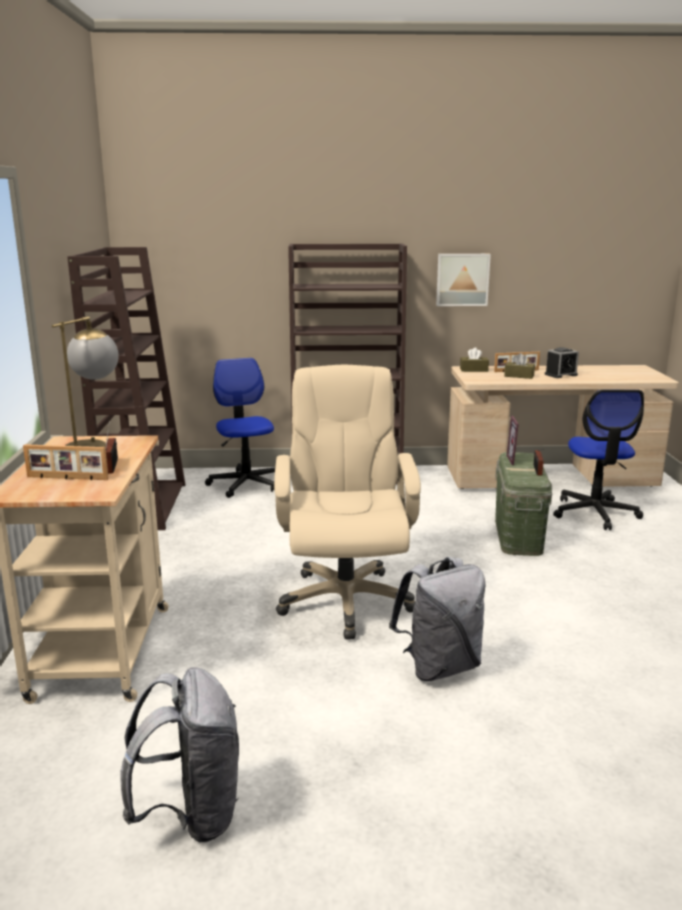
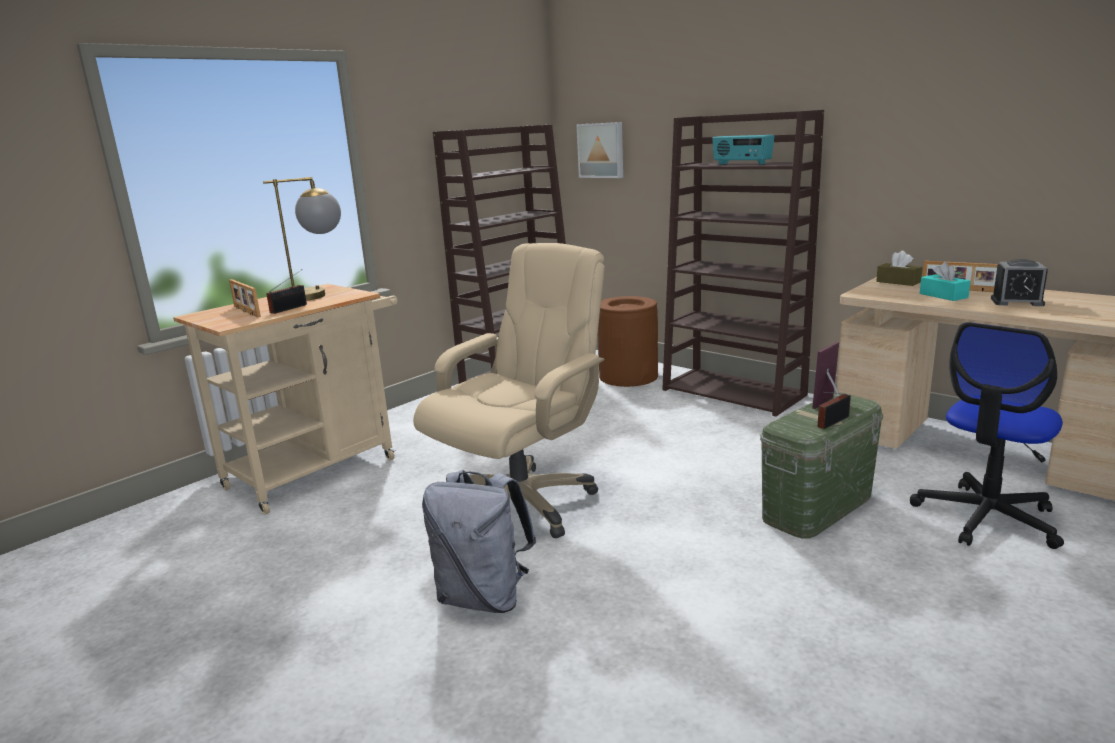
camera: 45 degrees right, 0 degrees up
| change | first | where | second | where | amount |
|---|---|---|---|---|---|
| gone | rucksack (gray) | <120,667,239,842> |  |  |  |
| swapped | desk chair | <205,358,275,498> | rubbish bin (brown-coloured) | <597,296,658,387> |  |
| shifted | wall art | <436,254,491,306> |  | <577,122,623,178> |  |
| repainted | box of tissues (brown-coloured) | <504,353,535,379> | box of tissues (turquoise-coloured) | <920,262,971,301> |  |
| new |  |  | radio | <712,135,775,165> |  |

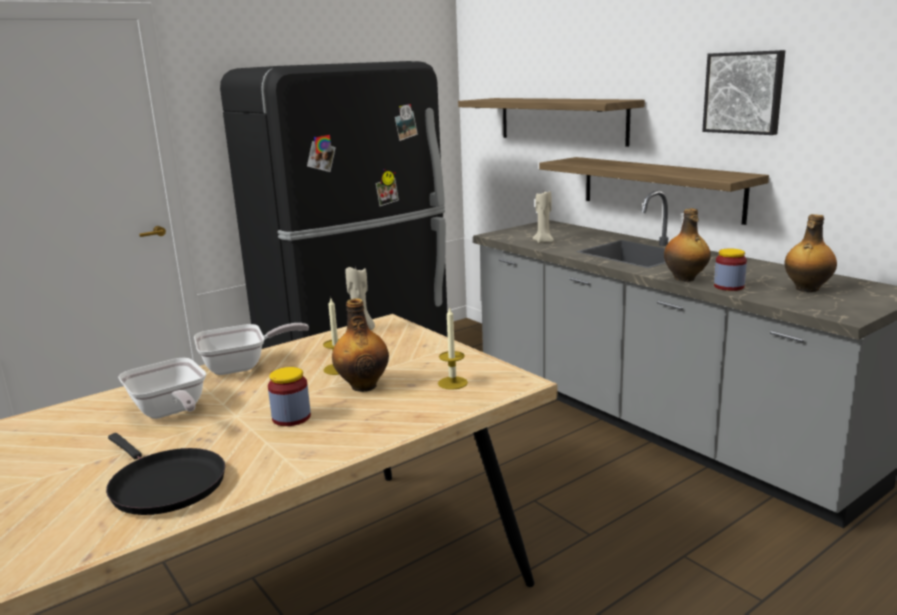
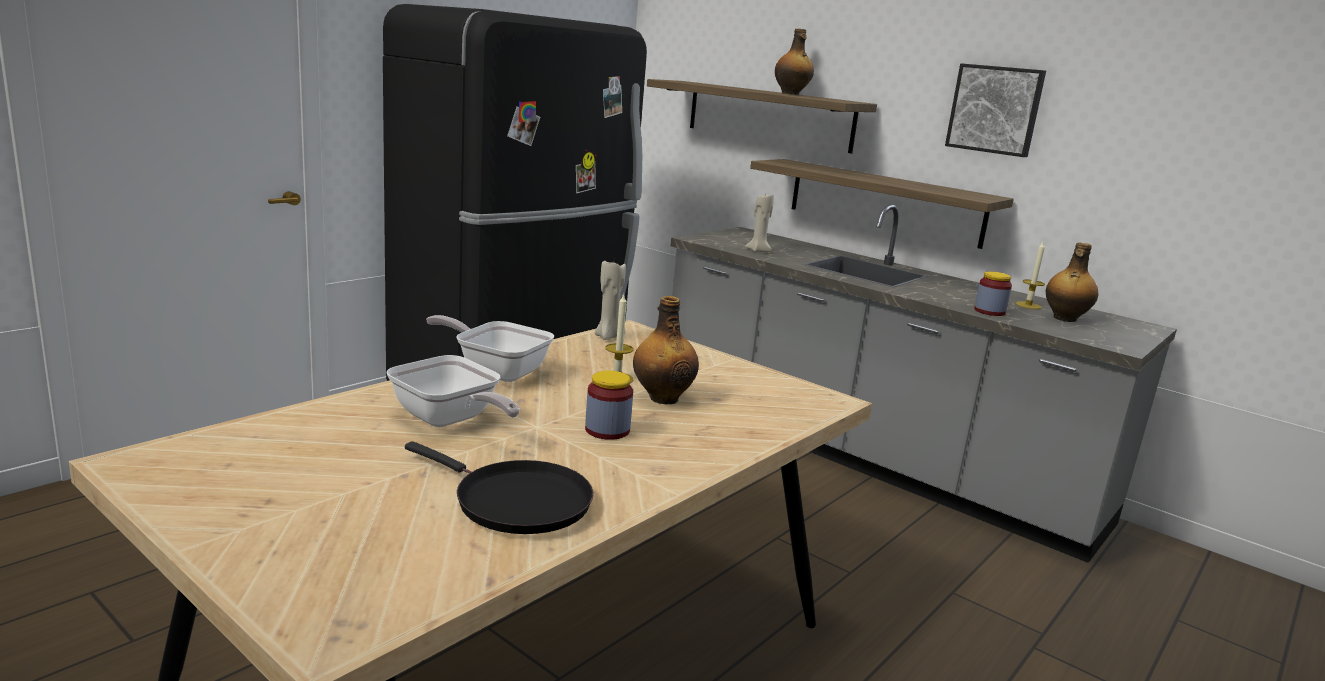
camera: 15 degrees left, 0 degrees up
| change | first | where | second | where | amount |
|---|---|---|---|---|---|
| rotated | skillet | <194,323,309,375> |  | <426,315,554,382> | 120 degrees counterclockwise |
| shifted | wax light | <438,306,468,390> |  | <1016,242,1045,309> |  |
| shifted | bottle | <664,209,711,282> |  | <775,28,814,95> |  |

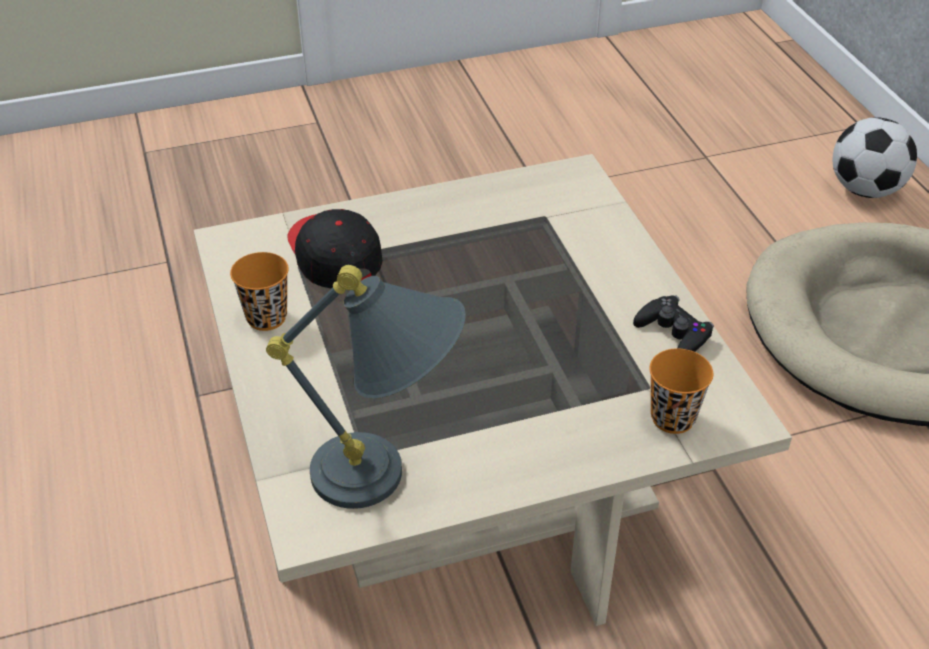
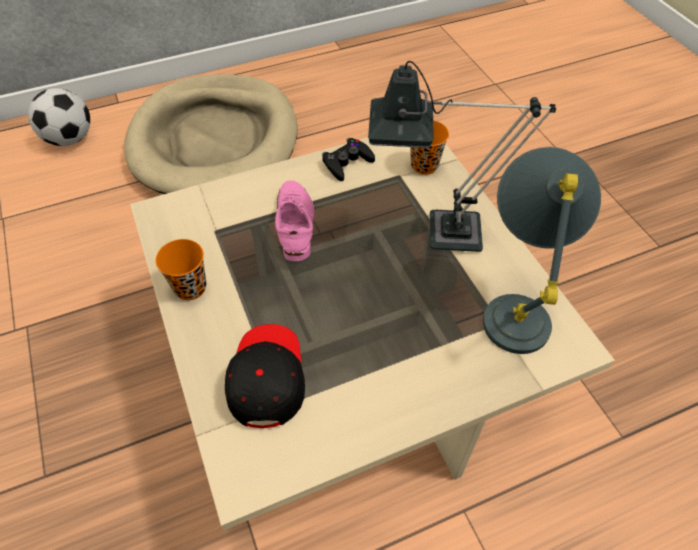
camera: 95 degrees left, 10 degrees up
| change | first | where | second | where | amount |
|---|---|---|---|---|---|
| shifted | small cup (orange-coloured) | <230,252,289,331> |  | <156,239,206,300> |  |
| rotated | peaked cap (blackish) | <287,209,383,289> |  | <225,324,305,428> | 120 degrees clockwise |
| new |  |  | item of footwear (pink-coloured) | <275,180,315,261> |  |
| new |  |  | tabletop lamp | <368,61,556,252> |  |

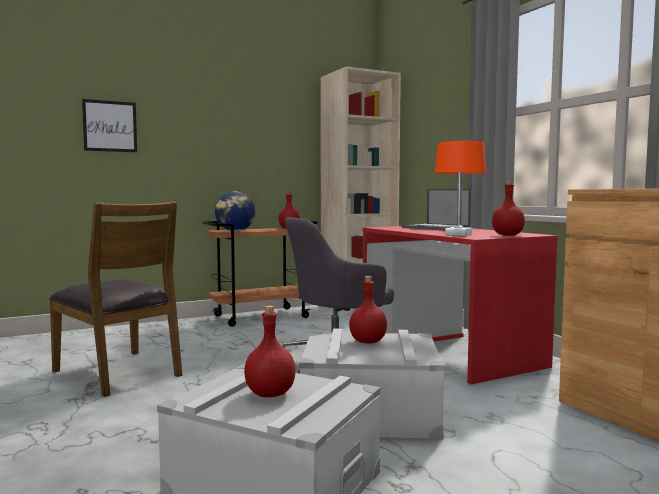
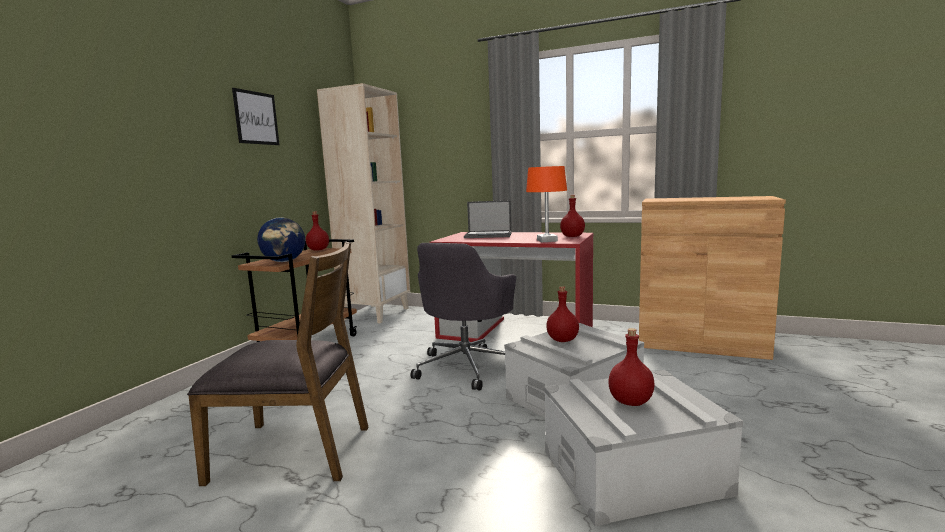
camera: 40 degrees left, 5 degrees up
| change | first | where | second | where | amount |
|---|---|---|---|---|---|
| shifted | wall art | <82,99,137,152> |  | <232,88,279,145> |  |

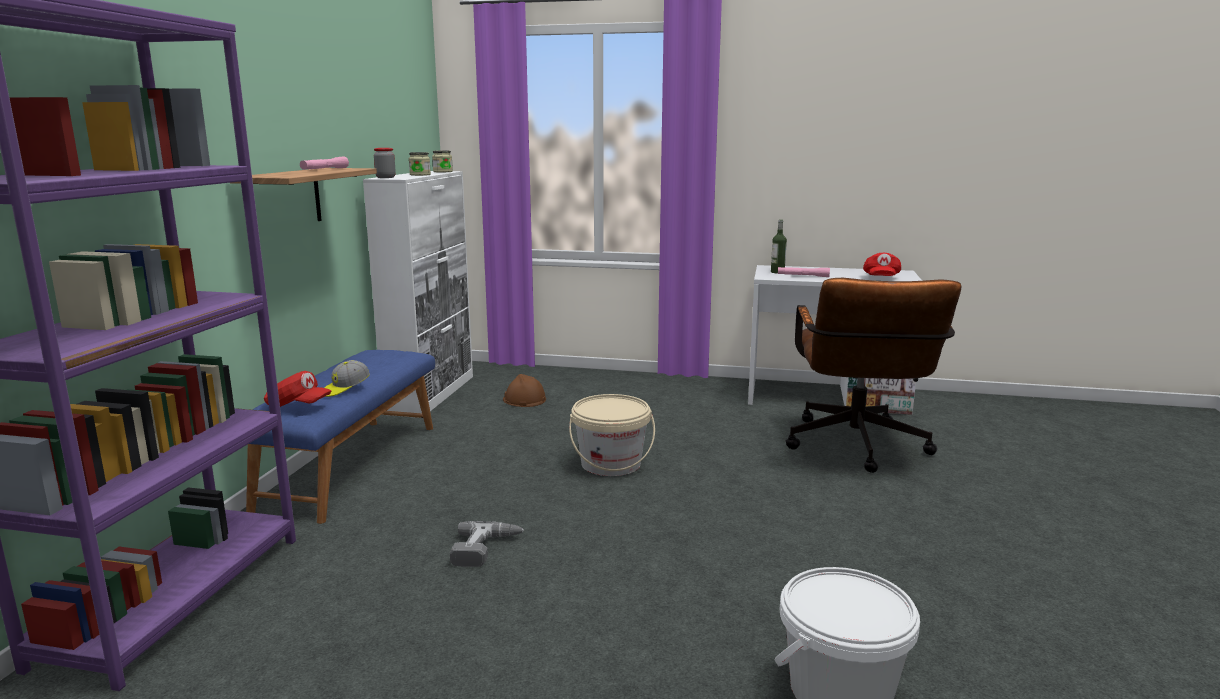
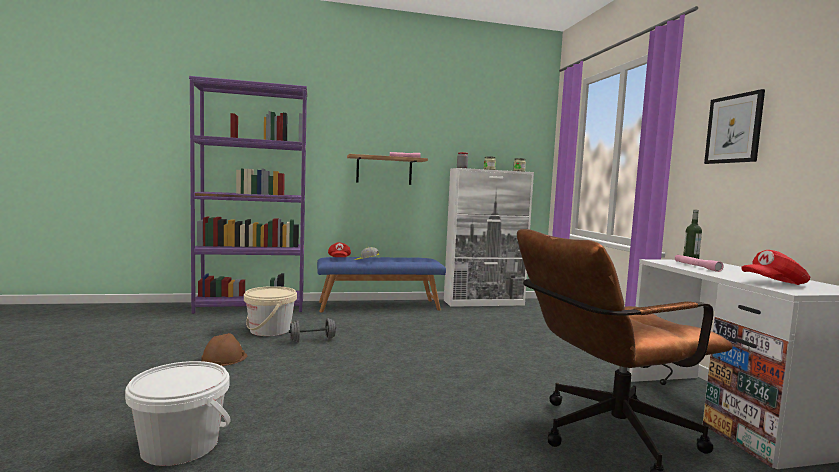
camera: 65 degrees right, 10 degrees down
| change | first | where | second | where | amount |
|---|---|---|---|---|---|
| swapped | power drill | <450,521,524,567> | hand weight (gray) | <289,318,336,342> |  |
| shifted | hard hat (brown-coloured) | <503,374,546,407> |  | <201,333,247,366> |  |
| shifted | pail (beige) | <569,394,655,476> |  | <244,286,297,336> |  |
| new |  |  | wall art | <704,89,765,164> |  |

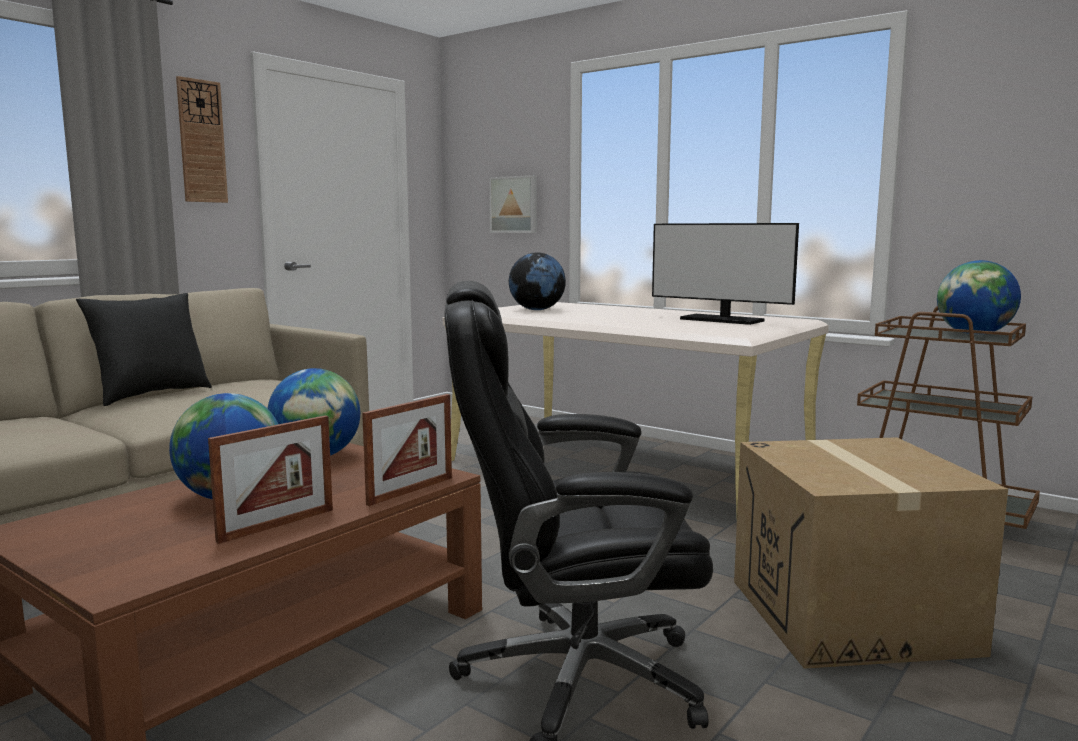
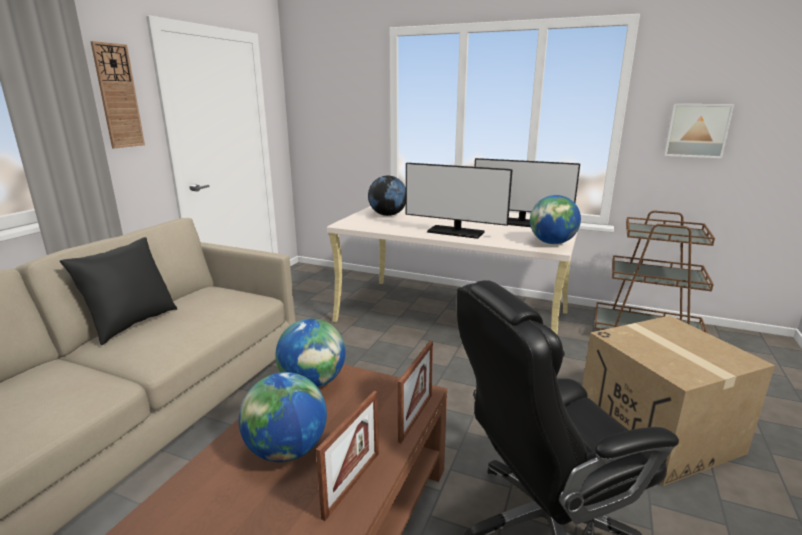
camera: 15 degrees left, 10 degrees up
| change | first | where | second | where | amount |
|---|---|---|---|---|---|
| shifted | wall art | <489,175,537,233> |  | <664,104,734,158> |  |
| shifted | desk globe | <937,260,1021,335> |  | <530,195,581,244> |  |
| new |  |  | computer display | <406,163,513,239> |  |

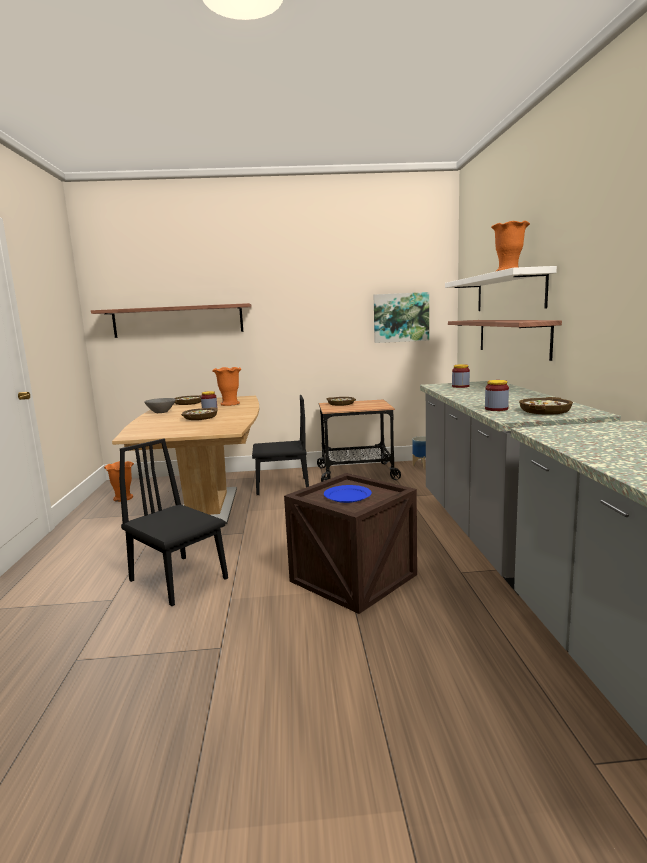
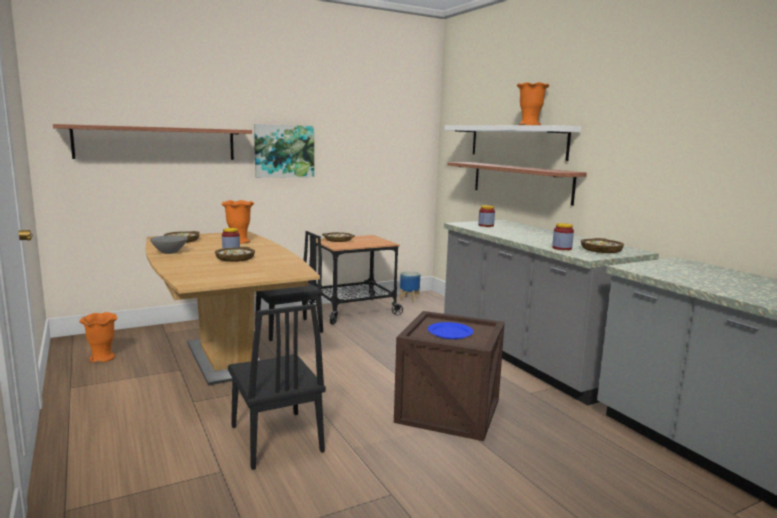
camera: 25 degrees left, 0 degrees up
| change | first | where | second | where | amount |
|---|---|---|---|---|---|
| rotated | plain chair (blackish) | <119,438,228,606> |  | <228,304,326,470> | 135 degrees counterclockwise |
| shifted | wall art | <374,292,429,343> |  | <254,124,314,178> |  |

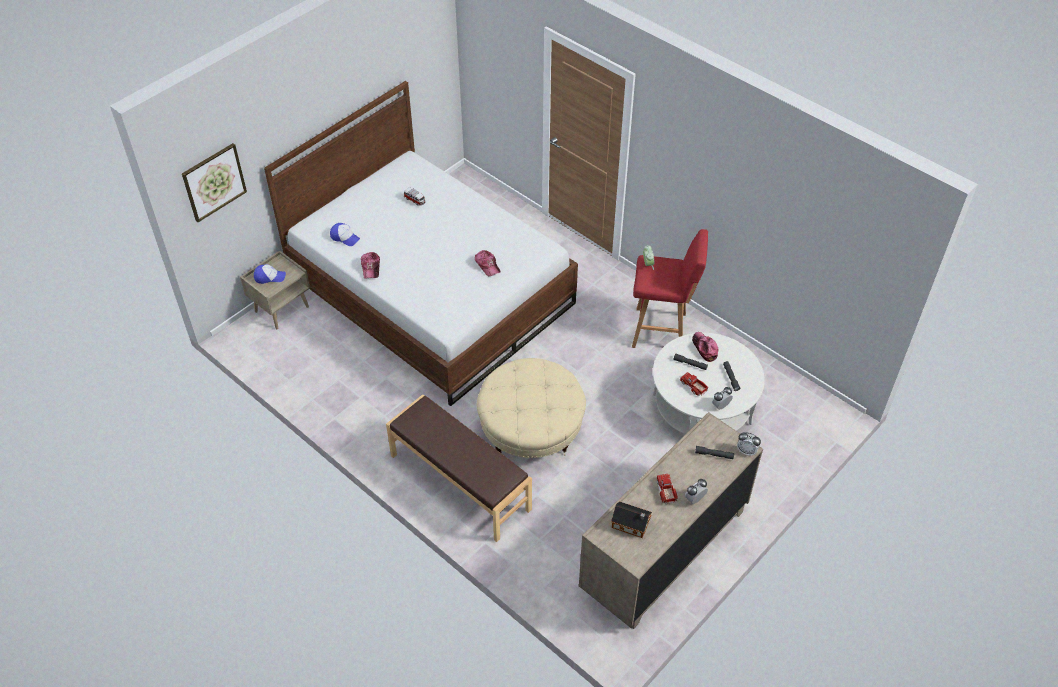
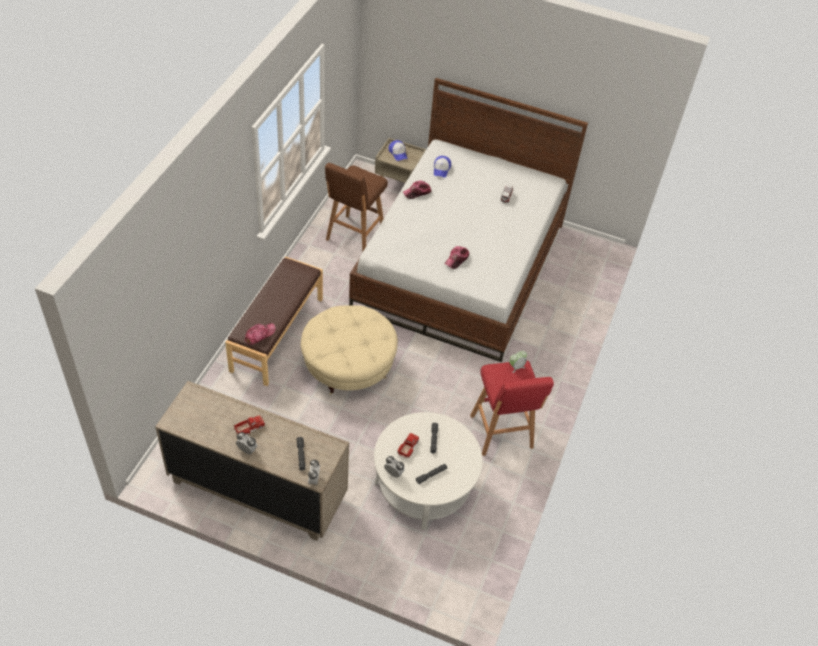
camera: 65 degrees right, 0 degrees up
| change | first | where | second | where | amount |
|---|---|---|---|---|---|
| gone | wall art | <182,143,247,222> |  |  |  |
| gone | model house | <611,501,652,538> |  |  |  |
| shifted | peaked cap | <692,332,719,362> |  | <244,323,276,345> |  |
| new |  |  | stool seat (brown-coloured) | <325,163,388,253> |  |

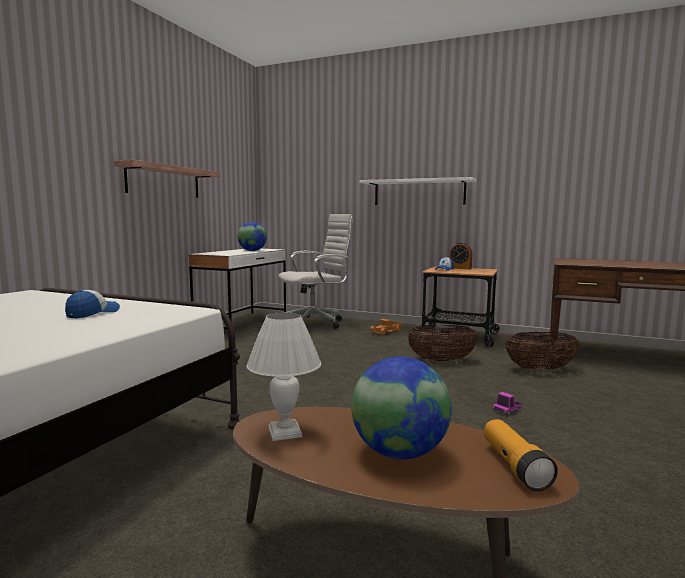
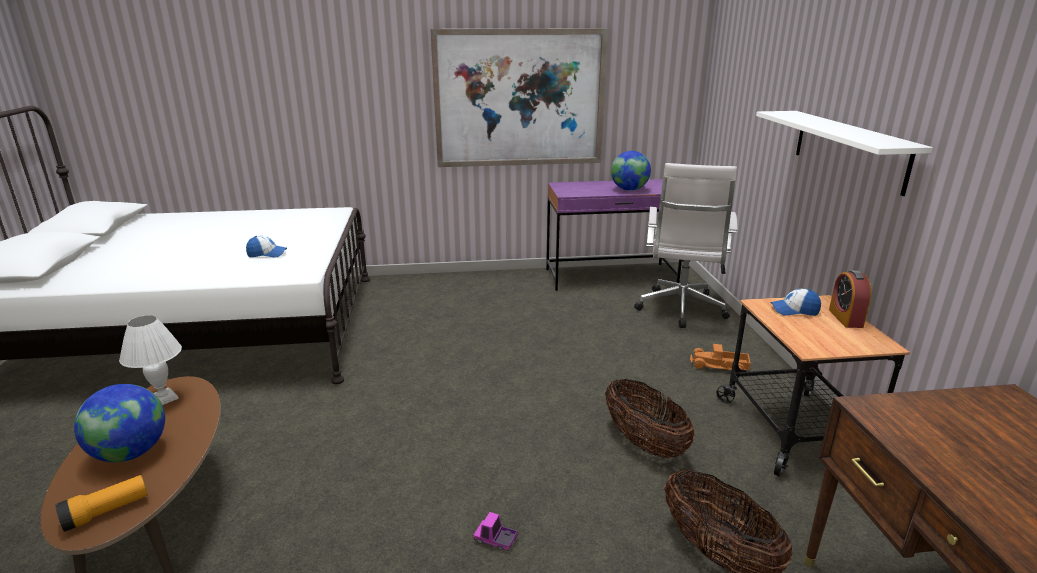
camera: 60 degrees right, 15 degrees up
| change | first | where | second | where | amount |
|---|---|---|---|---|---|
| swapped | wall shelf | <114,160,220,198> | wall art | <430,28,608,167> |  |
| repainted | desk table (whitish) | <189,249,286,329> | desk table (purple) | <546,179,682,291> |  |
| rotated | desk chair (whitish) | <278,214,353,329> |  | <634,163,738,328> | 75 degrees clockwise |

